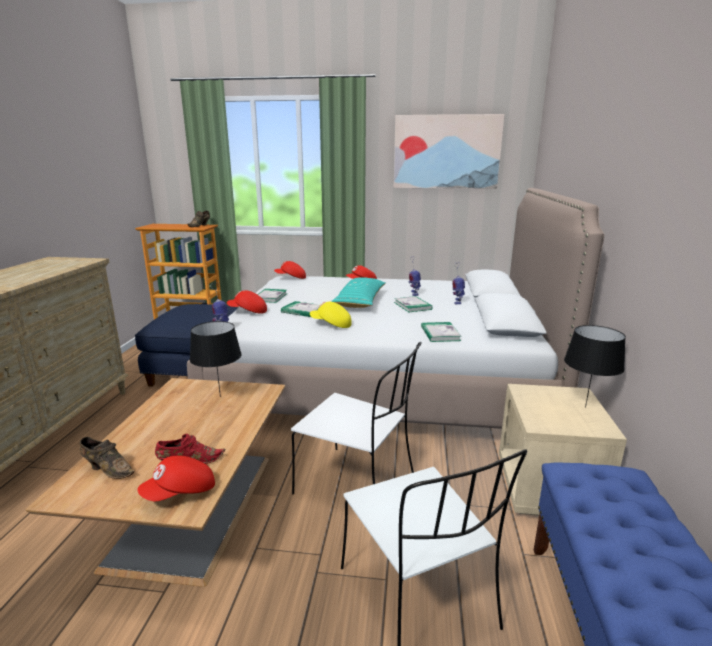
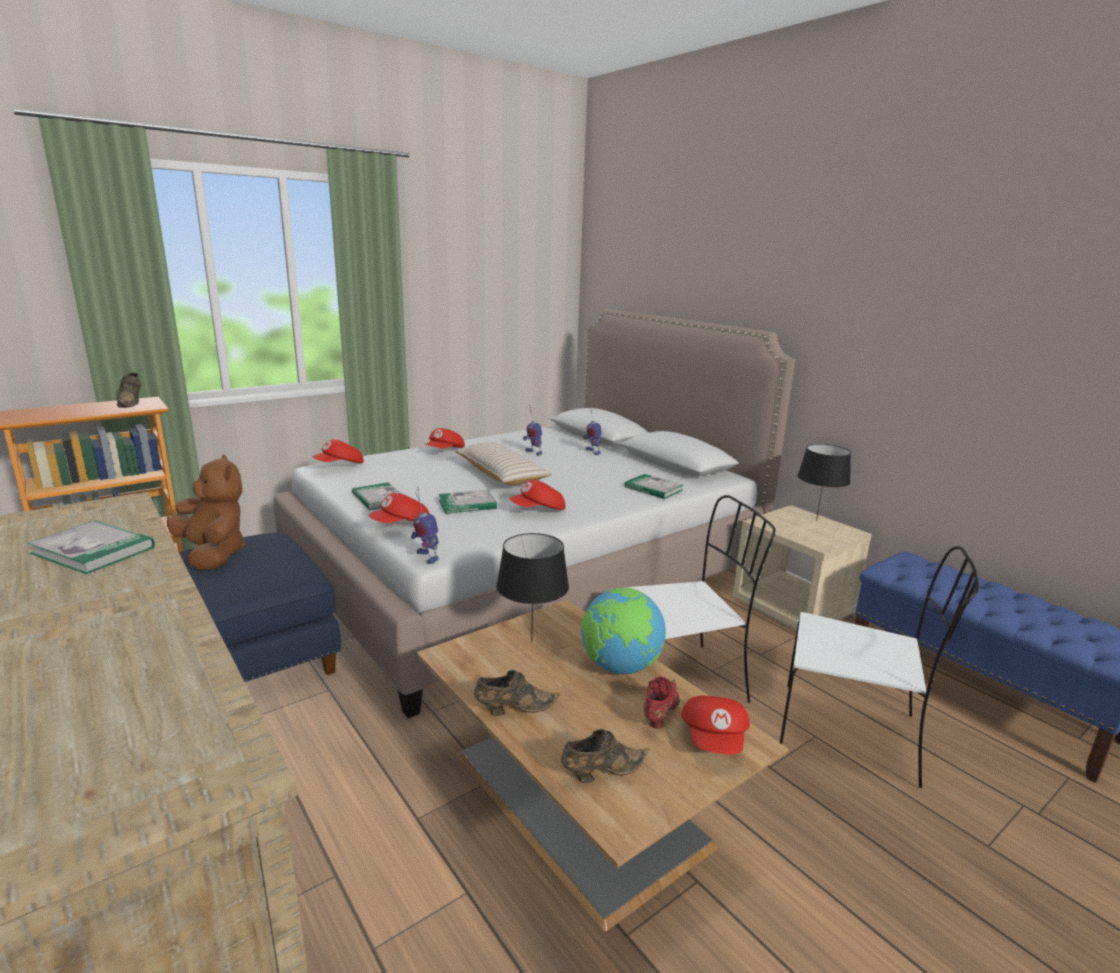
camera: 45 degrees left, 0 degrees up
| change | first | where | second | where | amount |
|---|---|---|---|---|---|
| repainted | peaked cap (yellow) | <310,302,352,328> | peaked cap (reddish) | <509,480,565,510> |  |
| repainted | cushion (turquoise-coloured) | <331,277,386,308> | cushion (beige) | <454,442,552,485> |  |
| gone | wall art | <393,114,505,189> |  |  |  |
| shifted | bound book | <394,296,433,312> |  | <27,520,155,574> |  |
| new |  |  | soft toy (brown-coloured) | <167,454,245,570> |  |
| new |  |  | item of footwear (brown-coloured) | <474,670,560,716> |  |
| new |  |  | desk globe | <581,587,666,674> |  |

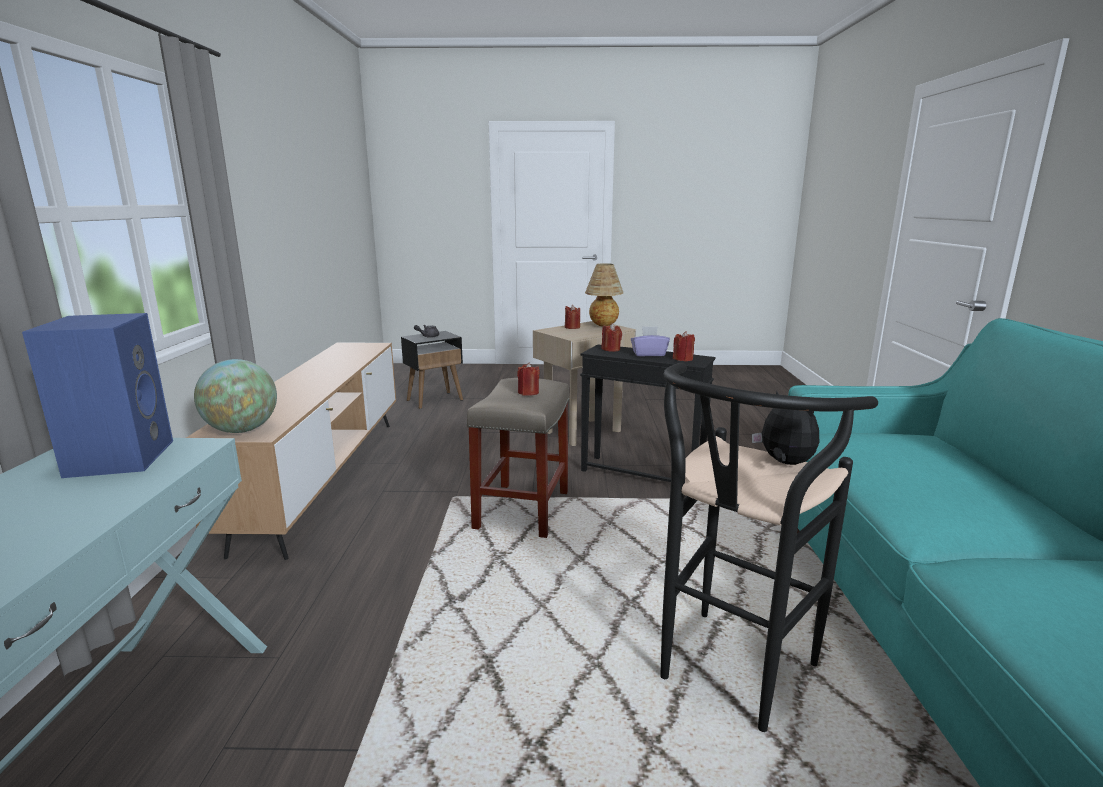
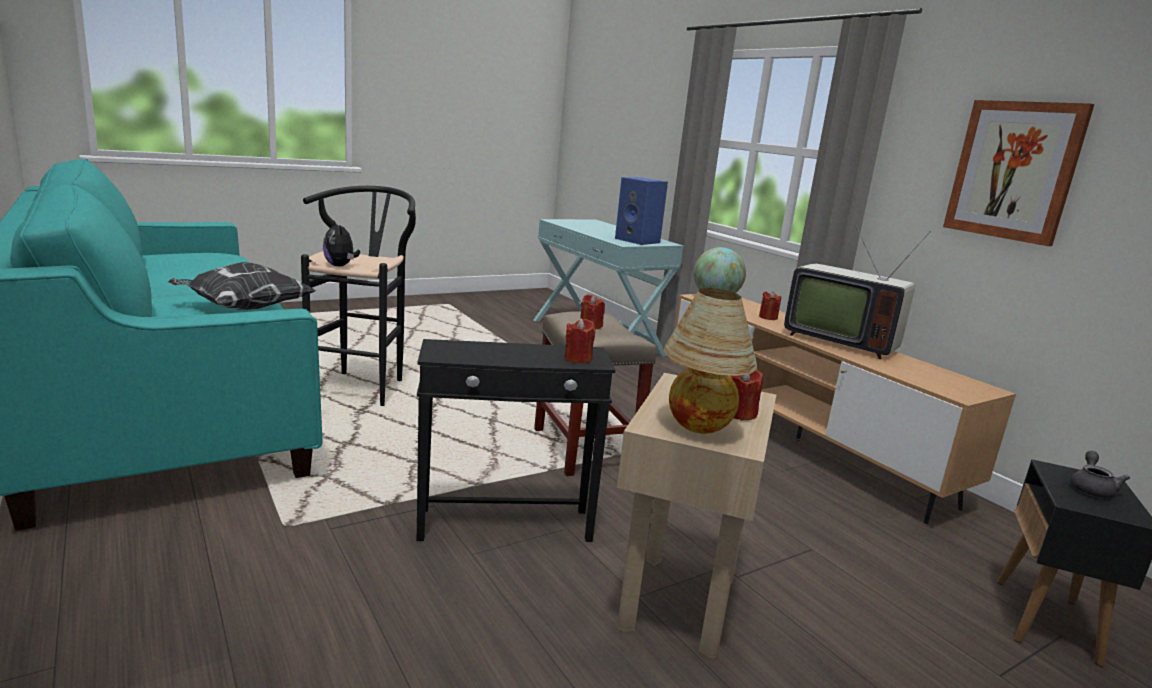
camera: 145 degrees right, 0 degrees up
| change | first | where | second | where | amount |
|---|---|---|---|---|---|
| gone | box of tissues (purple) | <631,326,670,357> |  |  |  |
| shifted | wax light (reddish) | <673,331,695,361> |  | <759,291,781,320> |  |
| rotated | soft toy | <752,391,819,465> |  | <323,221,360,266> | 45 degrees clockwise |
| new |  |  | cushion | <168,262,317,310> |  |
| new |  |  | television | <784,225,931,359> |  |
| new |  |  | wall art | <943,100,1095,246> |  |

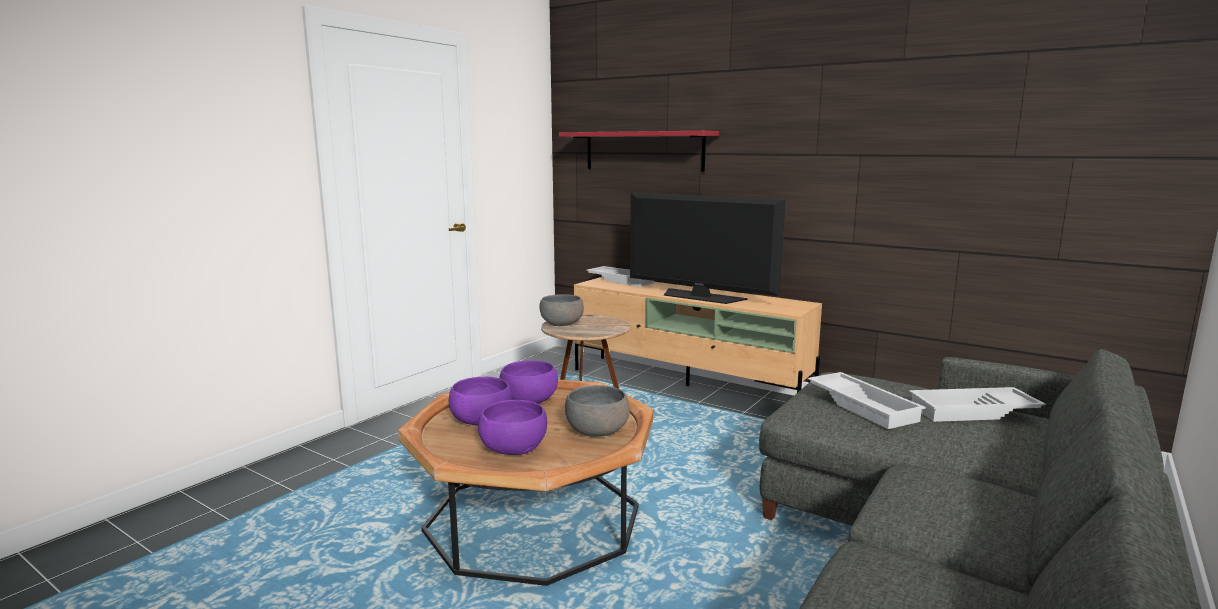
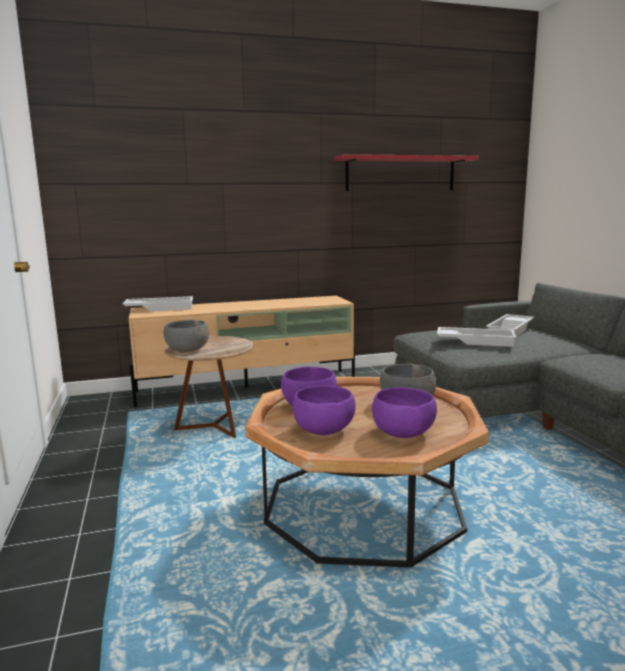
camera: 50 degrees left, 0 degrees up
| change | first | where | second | where | amount |
|---|---|---|---|---|---|
| shifted | wall shelf (reddish) | <559,131,719,172> |  | <334,154,479,191> |  |
| gone | television | <630,193,785,304> |  |  |  |

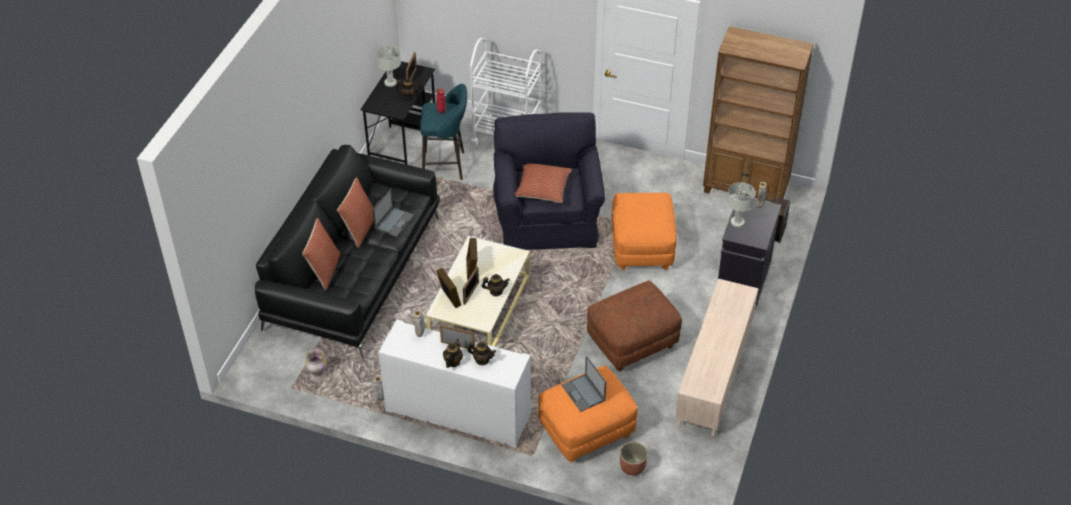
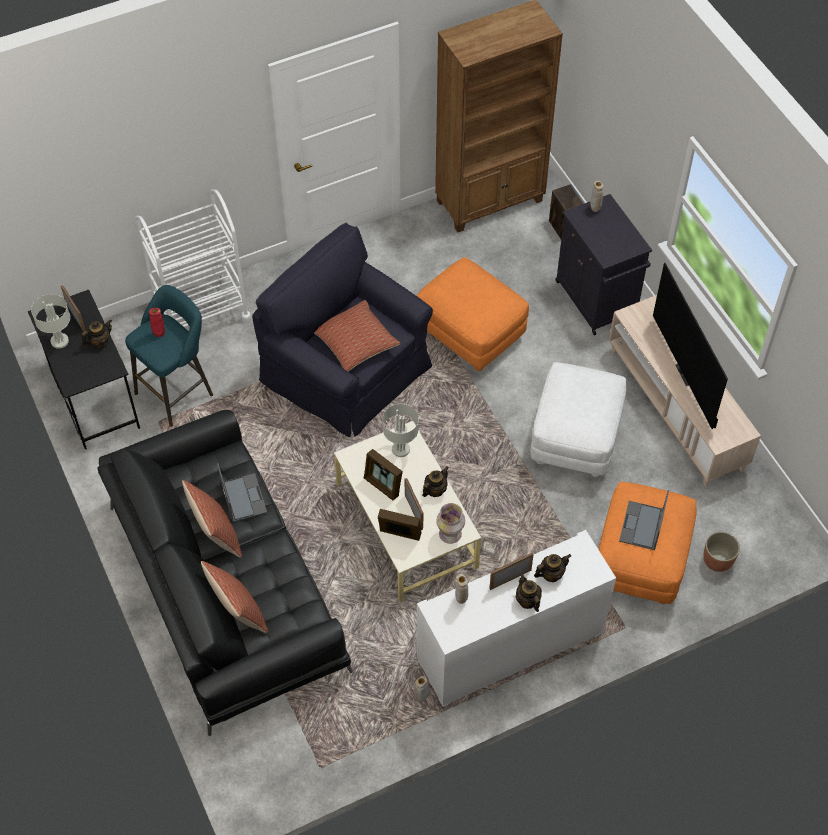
camera: 45 degrees left, 10 degrees up
| change | first | where | second | where | amount |
|---|---|---|---|---|---|
| shifted | vase | <305,349,327,382> |  | <436,503,465,544> |  |
| rotated | notebook computer | <561,356,606,412> |  | <619,490,669,550> | 90 degrees clockwise |
| repainted | pouffe (brown-coloured) | <587,281,682,371> | pouffe (whitish) | <530,362,627,477> |  |
| shifted | tabletop lamp (gray) | <727,182,756,227> |  | <383,404,419,457> |  |
| new |  |  | television | <653,263,728,429> |  |

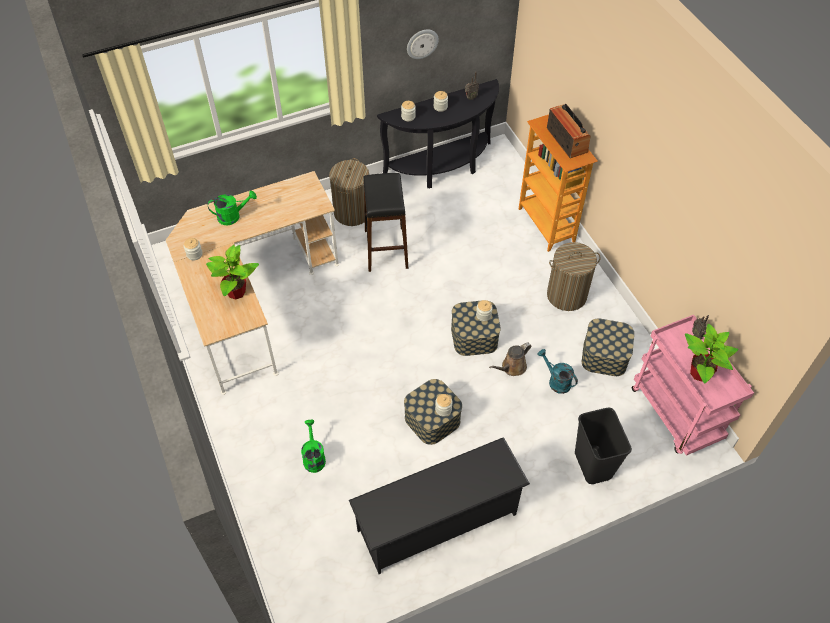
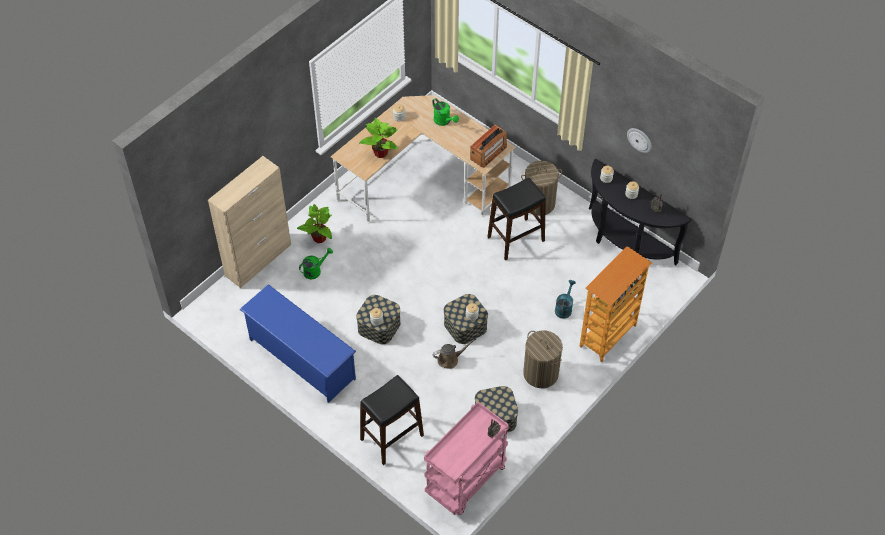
camera: 65 degrees right, 0 degrees up
| change | first | where | second | where | amount |
|---|---|---|---|---|---|
| repainted | shoe rack (blackish) | <349,437,530,574> | shoe rack (blue) | <239,284,356,403> |  |
| rotated | watering pot (brown-coloured) | <489,342,531,376> |  | <433,338,476,369> | 135 degrees clockwise |
| shifted | watering pot (turquoise-coloured) | <538,349,578,394> |  | <555,280,576,319> |  |
| shifted | radio | <547,103,590,158> |  | <470,124,507,168> |  |
| swapped | rubbish bin (blackish) | <575,408,632,484> | stool seat (blackish) | <360,375,424,465> |  |
| shifted | houseplant | <685,323,738,384> |  | <297,204,332,243> |  |
| new |  |  | cupboard (beige) | <208,156,291,288> |  |

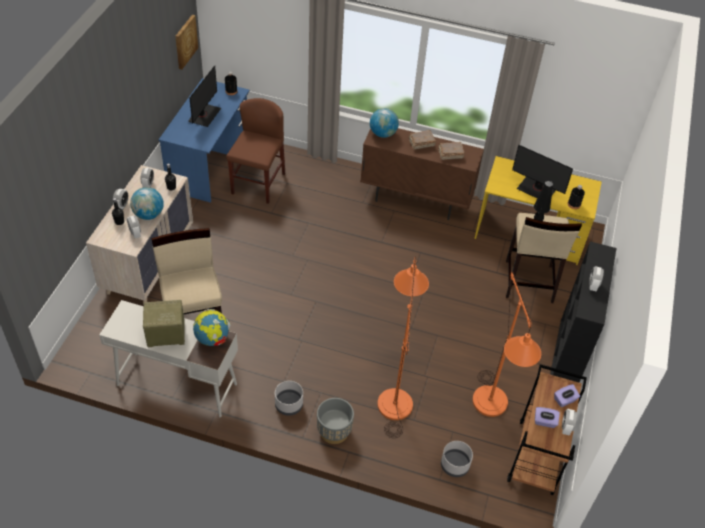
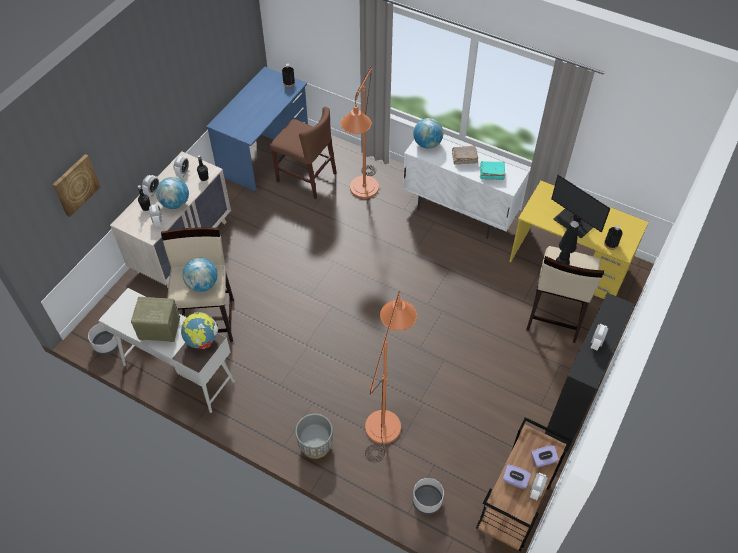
camera: 15 degrees right, 5 degrees up
| change | first | where | second | where | amount |
|---|---|---|---|---|---|
| shifted | wall art | <175,15,198,70> |  | <53,154,100,217> |  |
| gone | computer display | <188,65,221,127> |  |  |  |
| rotated | plain chair (brown-coloured) | <226,98,285,204> |  | <270,107,337,199> | 90 degrees clockwise |
| shifted | plant pot (gray) | <275,381,303,416> |  | <88,323,118,355> |  |
| repainted | cupboard (brown-coloured) | <360,128,484,220> | cupboard (whitish) | <403,138,529,239> |  |
| repainted | bound book (brown-coloured) | <438,142,465,160> | bound book (turquoise-coloured) | <479,161,505,180> |  |
| shifted | floor lamp (orange-coloured) | <472,272,541,417> |  | <341,66,379,199> |  |
| new |  |  | desk globe | <183,258,218,292> |  |

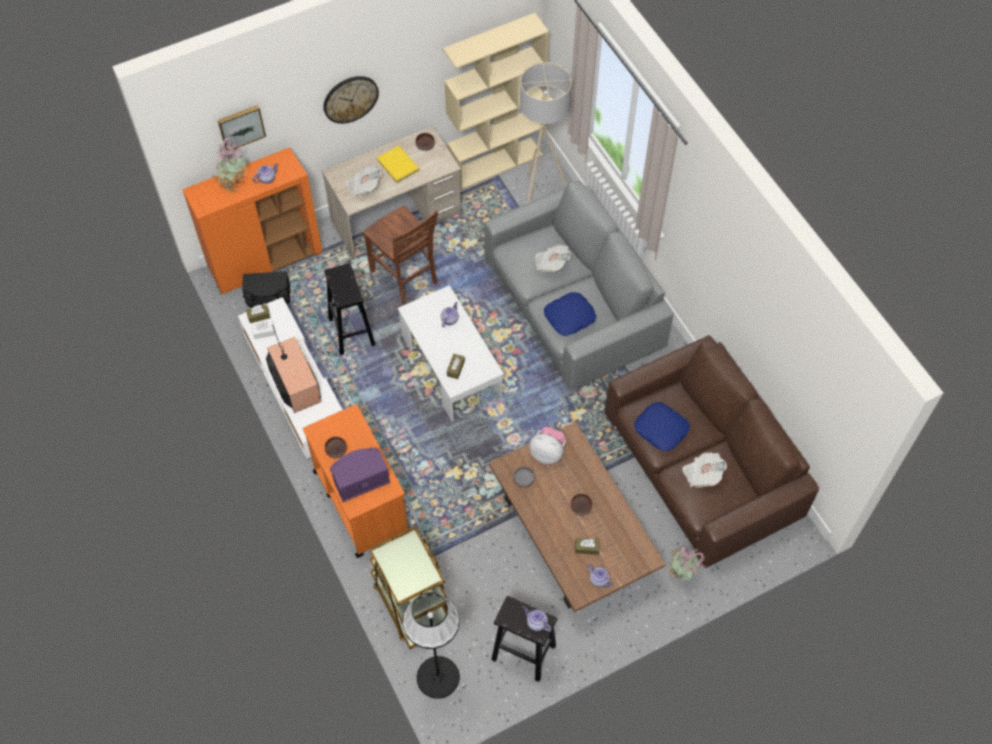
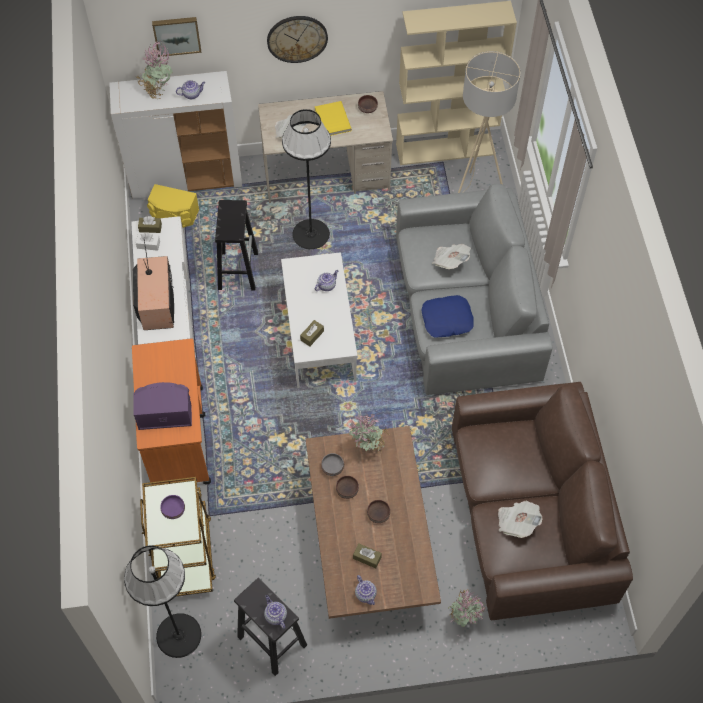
camera: 20 degrees right, 0 degrees up
| change | first | where | second | where | amount |
|---|---|---|---|---|---|
| repainted | cupboard (orange-coloured) | <182,147,323,294> | cupboard (whitish) | <109,71,242,199> |  |
| repainted | audio speaker (blackish) | <242,271,290,308> | audio speaker (yellow) | <147,184,199,228> |  |
| shifted | deep dish (brown-coloured) | <325,437,347,458> |  | <336,476,359,499> |  |
| swapped | plain chair (brown-coloured) | <363,206,438,305> | floor lamp (blackish) | <282,109,331,249> |  |
| swapped | soft toy | <529,426,566,464> | houseplant | <349,414,390,457> |  |
| gone | cushion (blue) | <635,402,690,451> |  |  |  |
| new |  |  | deep dish (purple) | <160,495,185,519> |  |

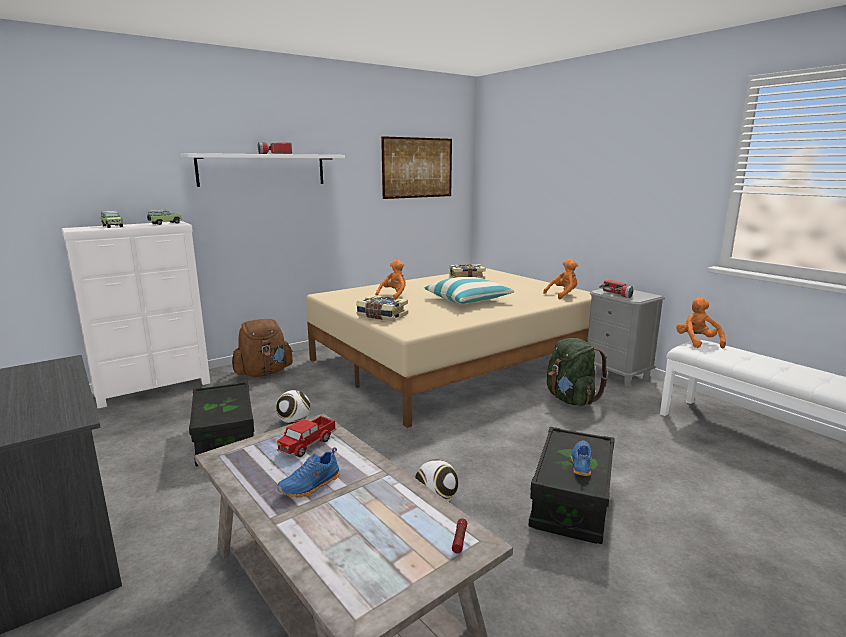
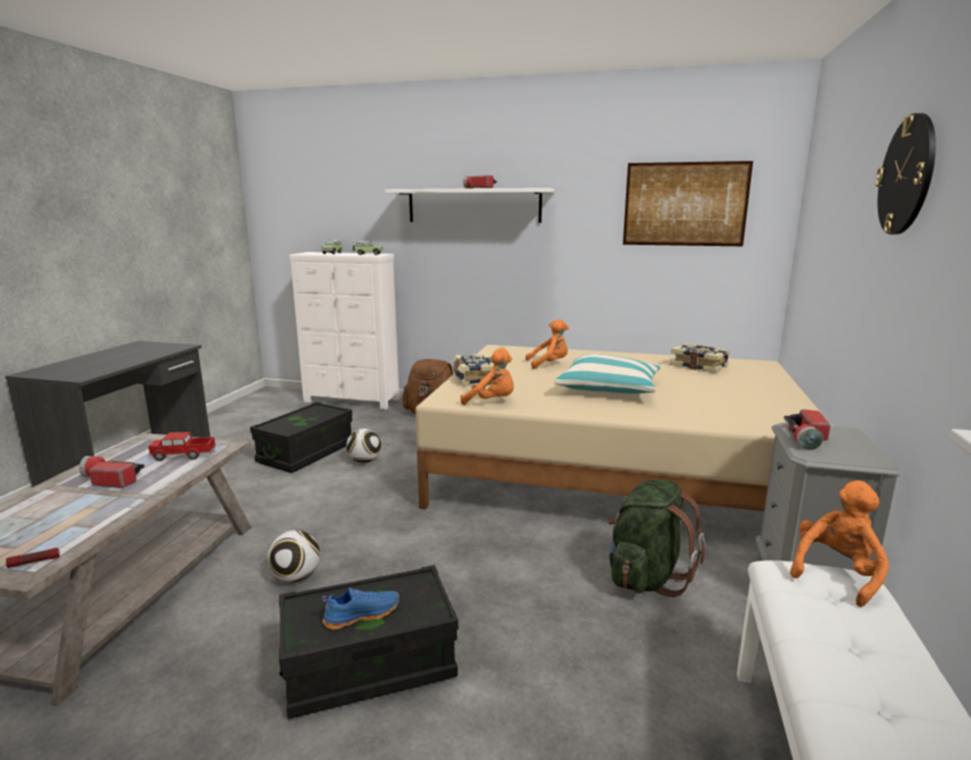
camera: 50 degrees right, 0 degrees up
| change | first | where | second | where | amount |
|---|---|---|---|---|---|
| swapped | item of footwear (blue) | <277,447,340,498> | hand torch | <79,456,144,488> |  |
| shifted | soft toy (orange-coloured) | <543,259,578,300> |  | <461,348,514,405> |  |
| new |  |  | wall clock | <875,113,936,234> |  |

